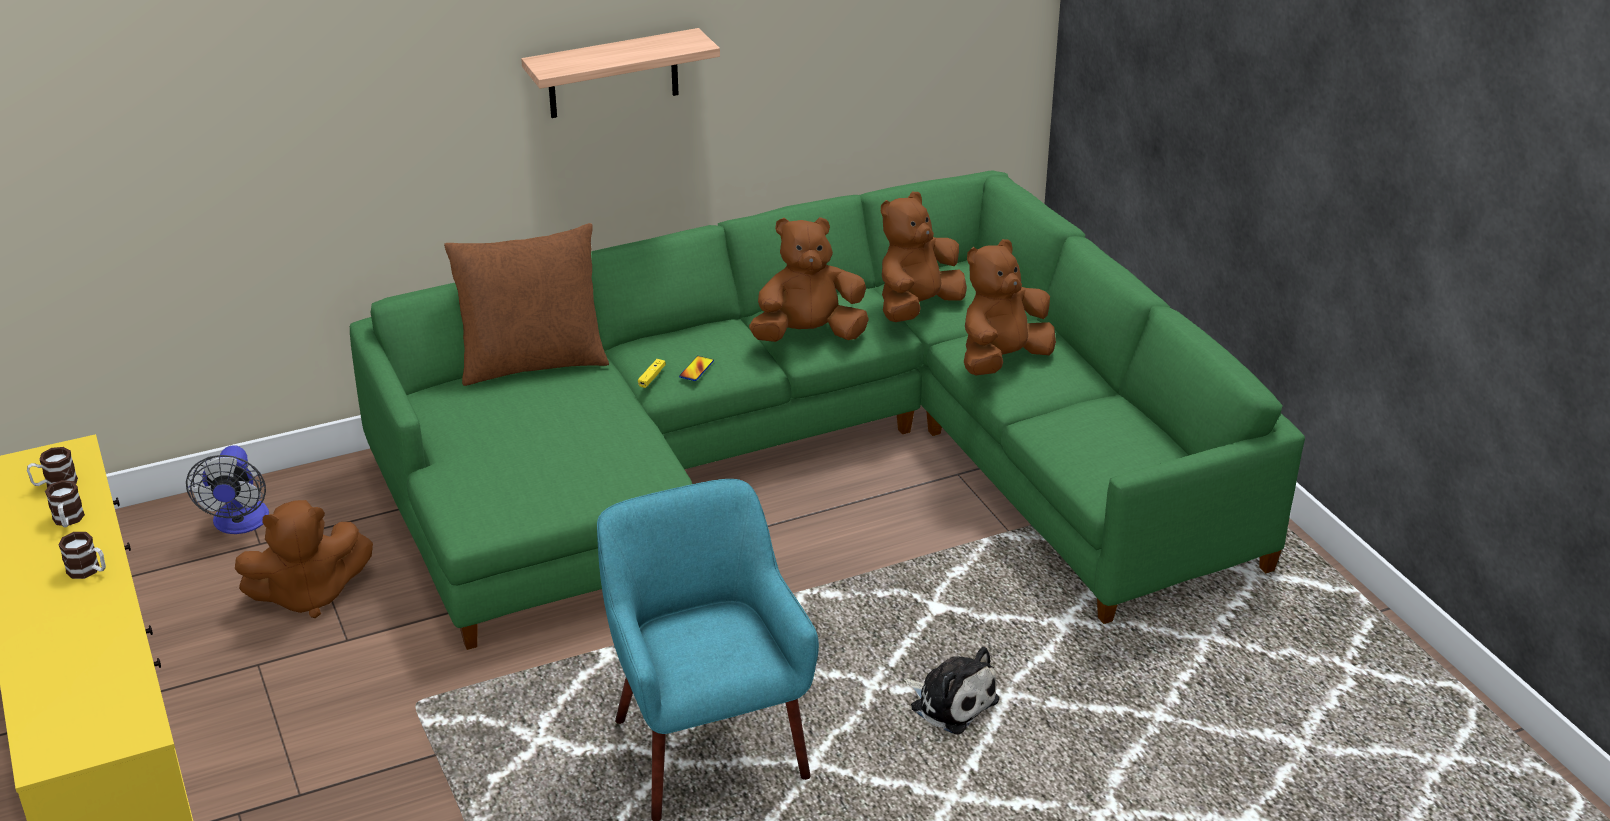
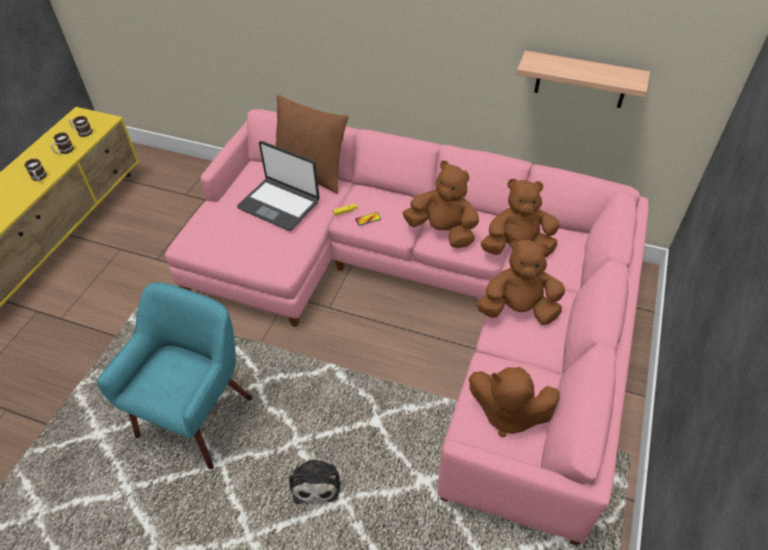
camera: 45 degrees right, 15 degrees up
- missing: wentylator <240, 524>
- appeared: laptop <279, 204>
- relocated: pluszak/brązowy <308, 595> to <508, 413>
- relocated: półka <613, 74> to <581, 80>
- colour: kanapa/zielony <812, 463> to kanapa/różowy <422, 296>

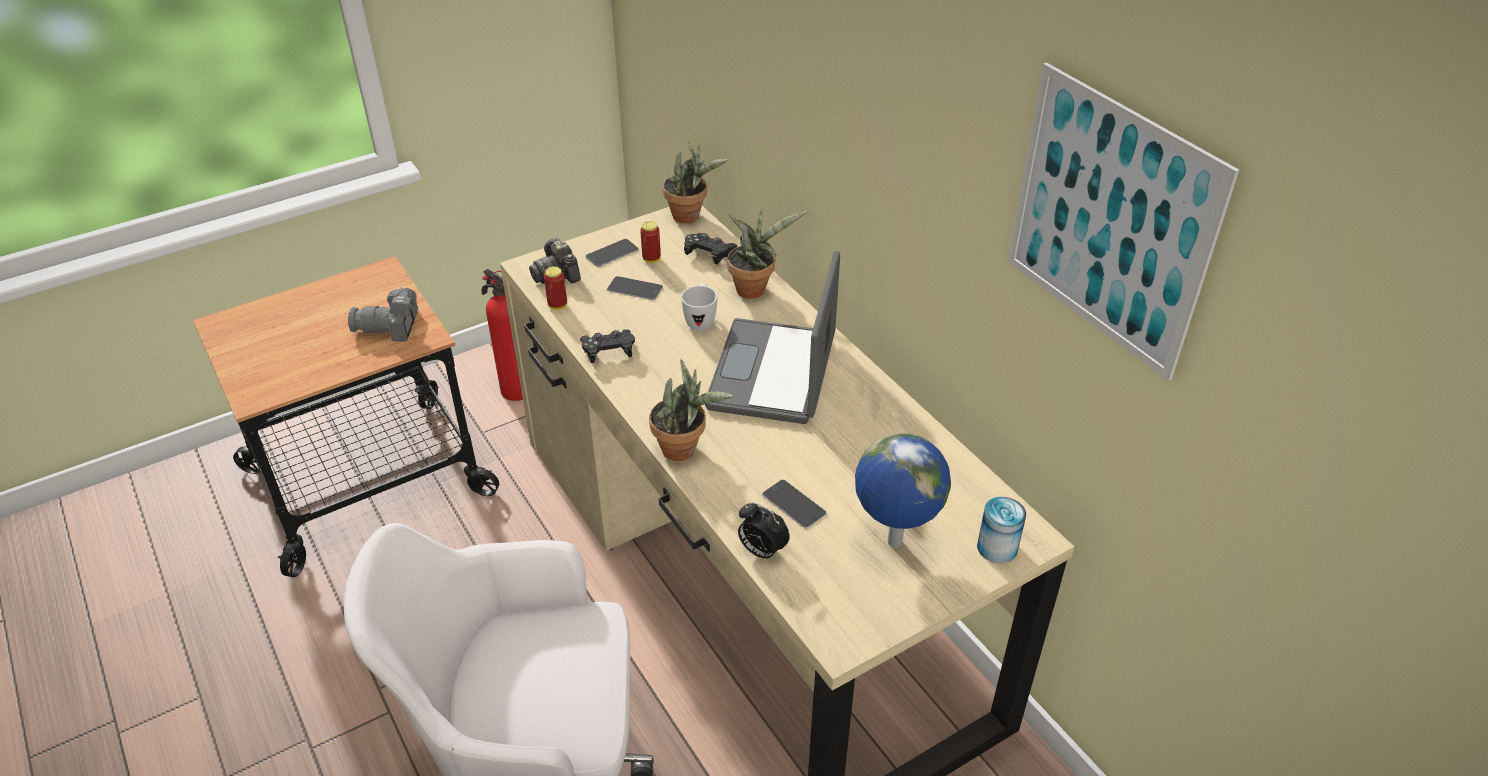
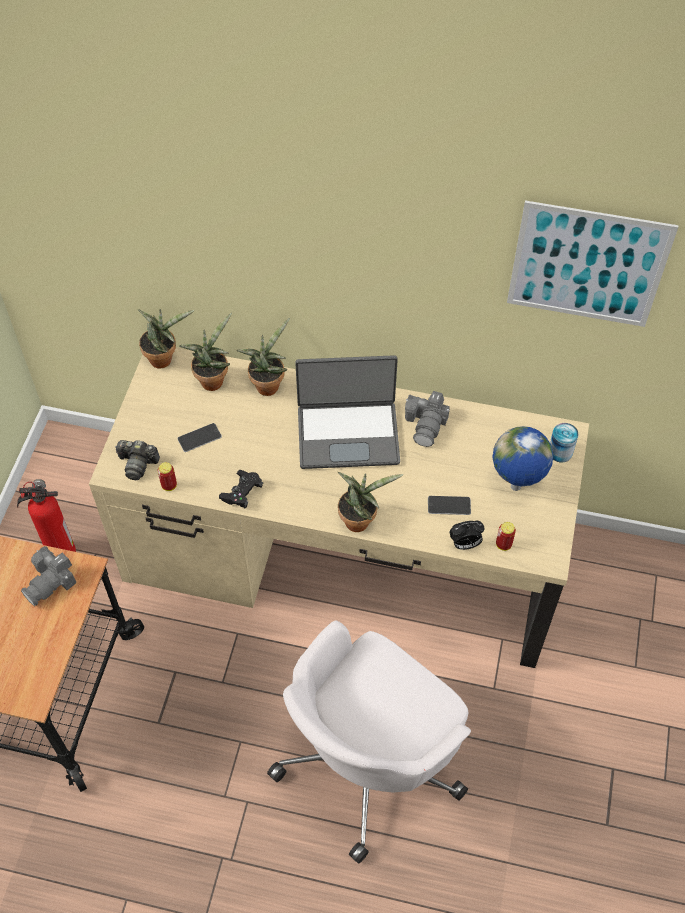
camera: 45 degrees left, 15 degrees up
- missing: telefon <612, 253>
- missing: kubek/biały <701, 320>
- appeared: aparat fotograficzny <426, 424>
- relocated: puszka <651, 259> to <503, 544>
- exchanged: pad do gier/czarny <709, 255> to roślina doniczkowa <212, 379>
- spun: laptop <775, 373> = <348, 434> 60 degrees counterclockwise

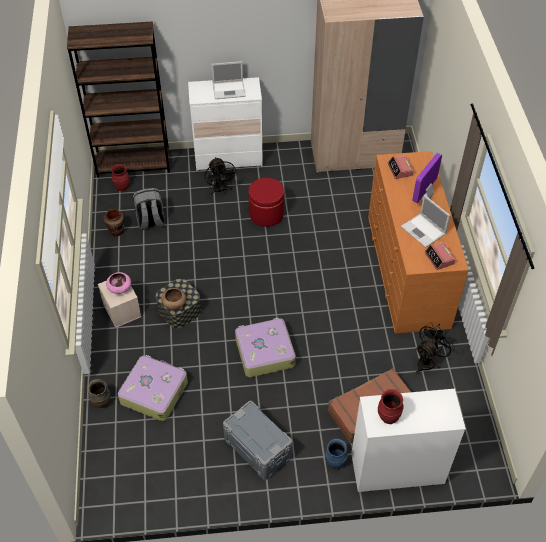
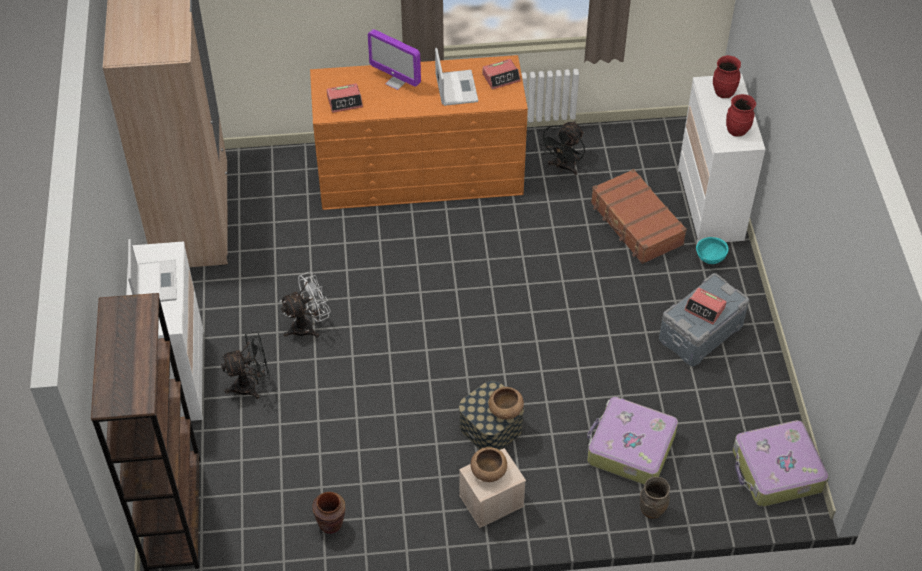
camera: 90 degrees left, 0 degrees up
- missing: plecak/szary <151, 222>
- appeared: budzik <705, 309>
- relocated: wazon/czerwony <122, 187> to <723, 93>
- relocated: walizka <264, 352> to <776, 471>
- exchanged: pufa/czerwony <266, 214> to wentylator/biały <308, 326>
- exchanged: wazon/niebieski <335, 462> to miska/turkusowy <710, 259>
- colour: miska/różowy <120, 288> to miska/brązowy <489, 471>
- spun: laptop <423, 231> = <456, 87> 60 degrees counterclockwise
- spun: wentylator/czarny <428, 361> = <563, 167> 105 degrees counterclockwise

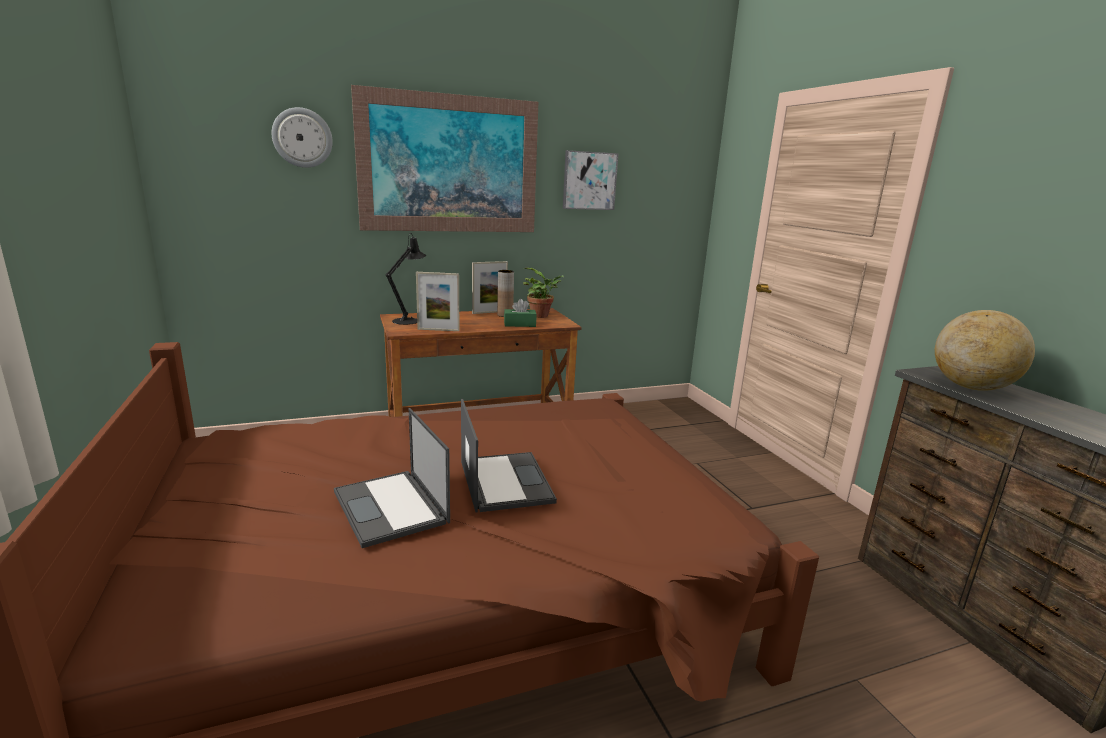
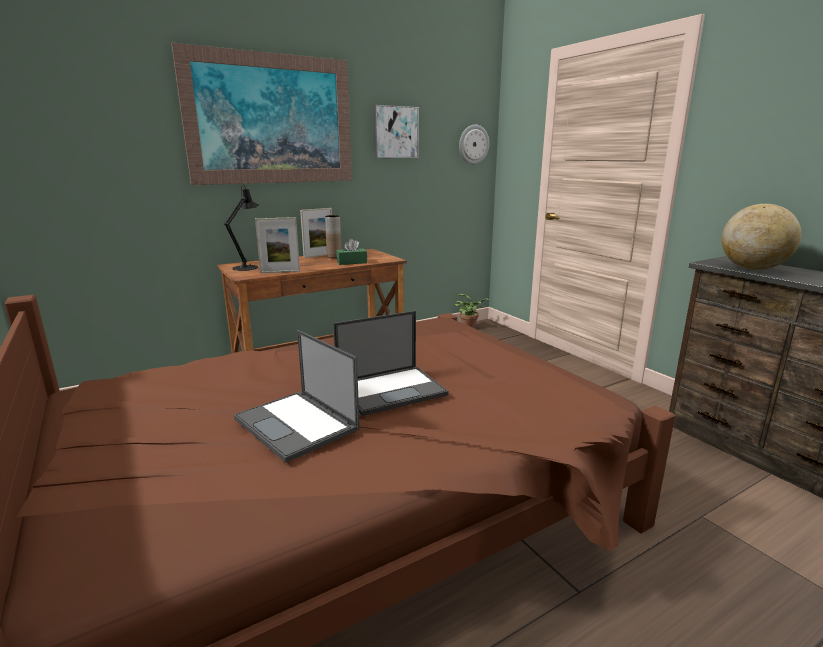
camera: 10 degrees left, 0 degrees up
- relocated: zegar ścienny <302, 138> to <473, 144>
- relocated: roślina doniczkowa <542, 316> to <470, 327>
- spun: laptop <504, 481> = <392, 389> 90 degrees clockwise

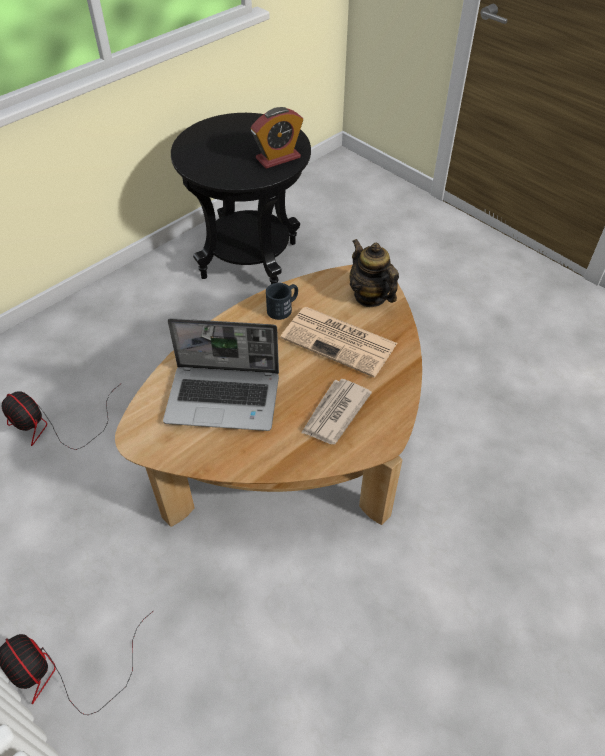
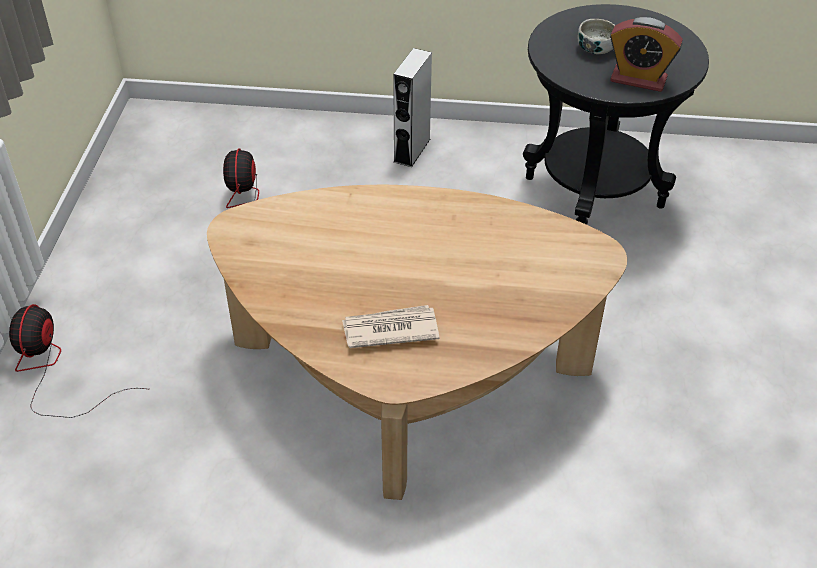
camera: 50 degrees right, 5 degrees down
- missing: laptop <225, 398>
- missing: kubek/czarny <283, 308>
- missing: gazeta <340, 341>
- missing: imbryk <370, 296>
- appeared: głośnik/szary <412, 150>
- appeared: miska <595, 49>

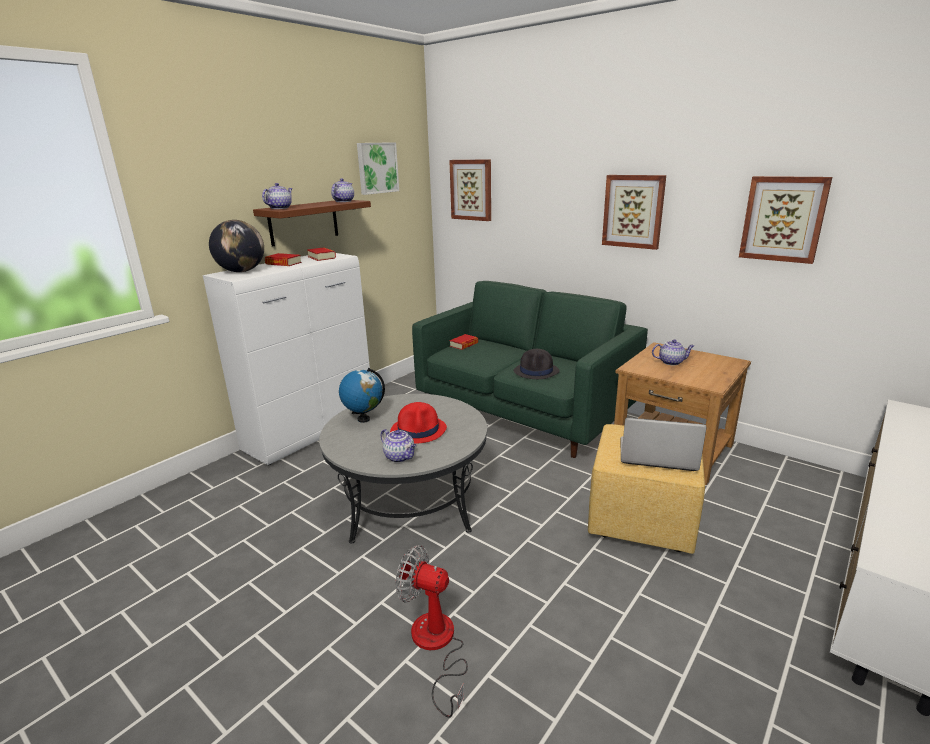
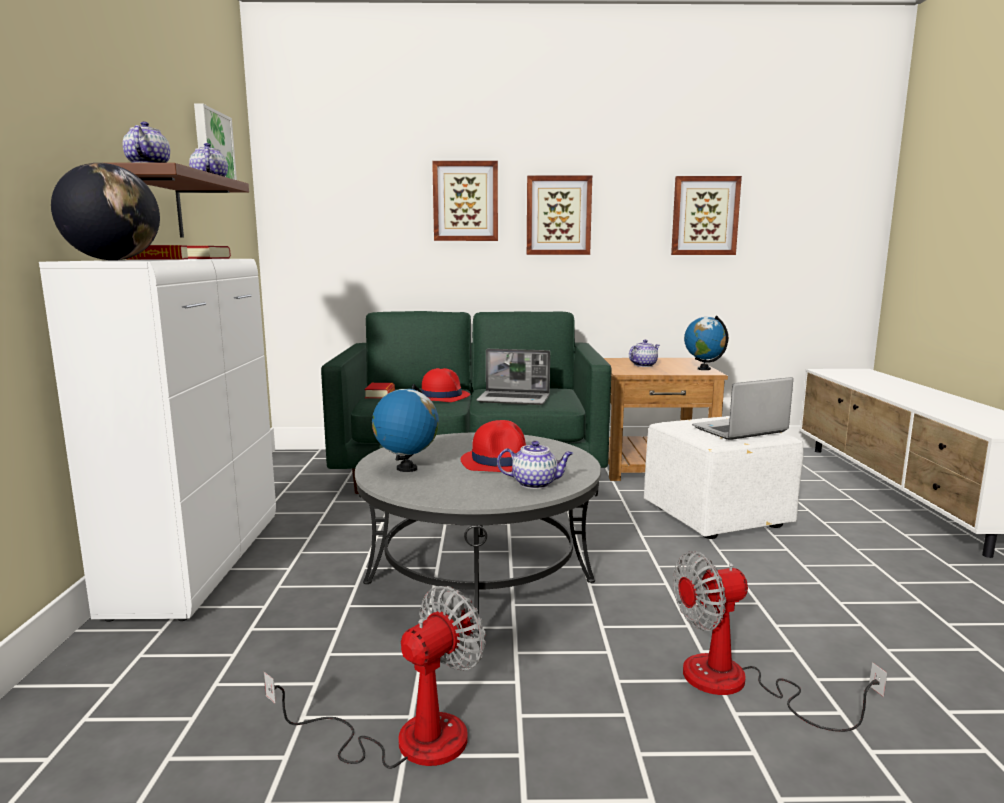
camera: 40 degrees left, 10 degrees down
- appeared: wentylator <406, 739>
- appeared: kapelusz/czerwony <441, 396>
- appeared: globus <704, 369>
- relocated: obraz <471, 190> to <465, 201>
- exchanged: kapelusz/czarny <536, 371> to laptop <514, 399>
- colour: pufa/żółty <640, 521> to pufa/biały <716, 518>

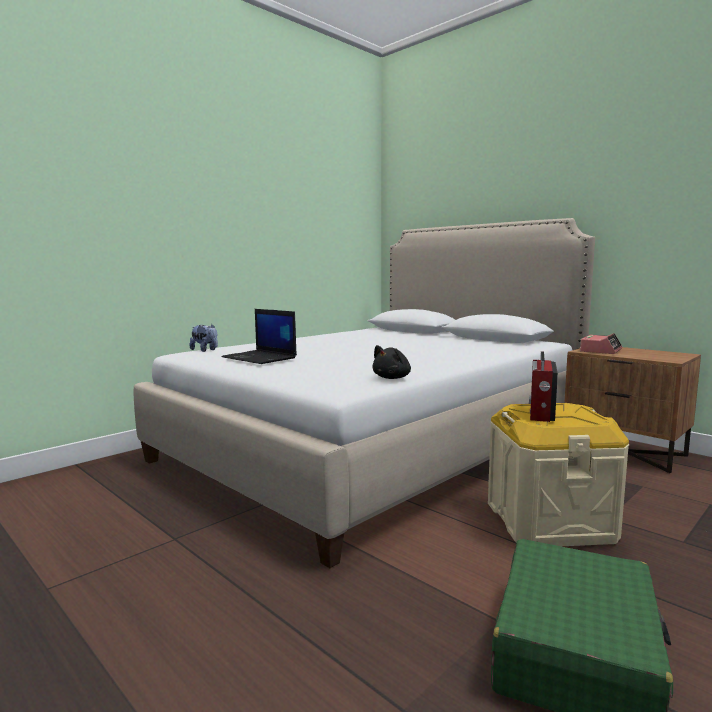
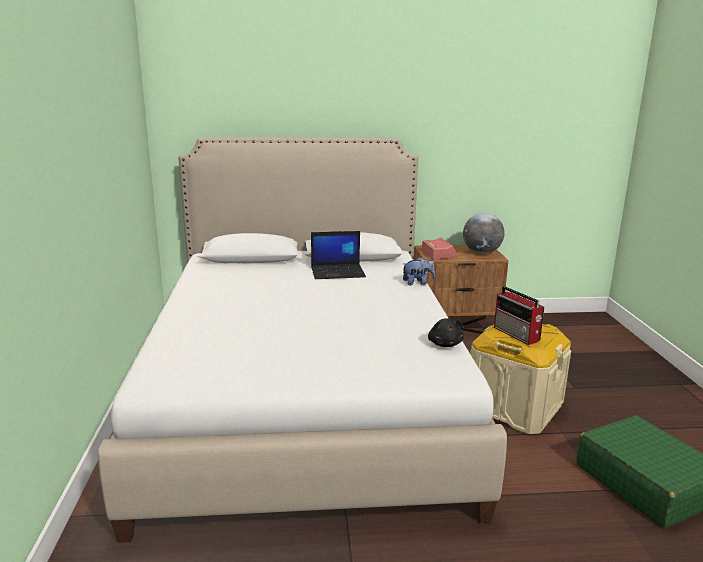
camera: 50 degrees left, 10 degrees up
- appeared: globus <481, 252>
- relocated: pluszak <205, 350> to <417, 283>
- relocated: laptop <260, 358> to <338, 272>

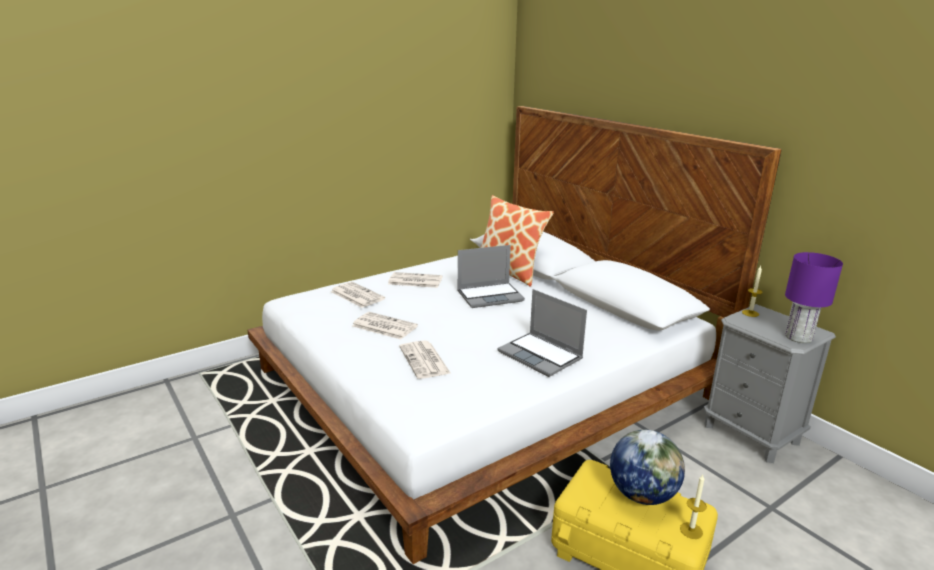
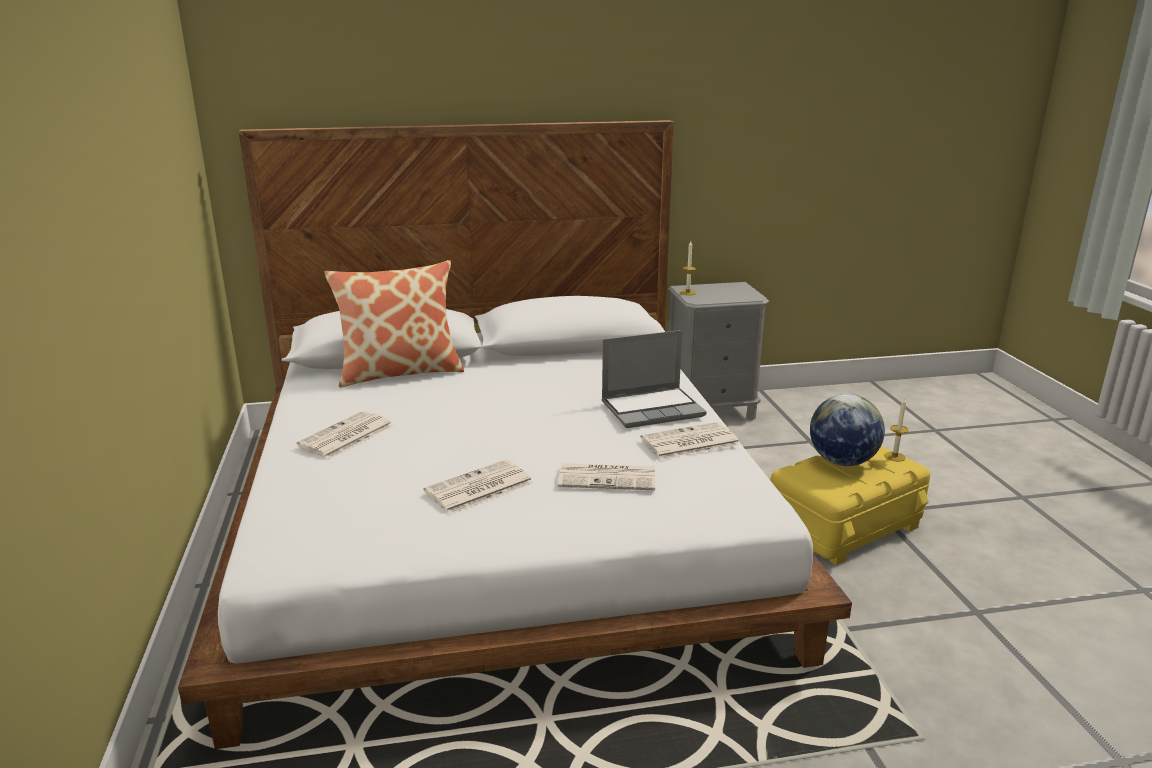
camera: 65 degrees left, 0 degrees up
- missing: laptop <490, 296>
- missing: lampa stołowa/fioletowy <798, 337>
- relocated: gazeta <356, 295> to <689, 442>

